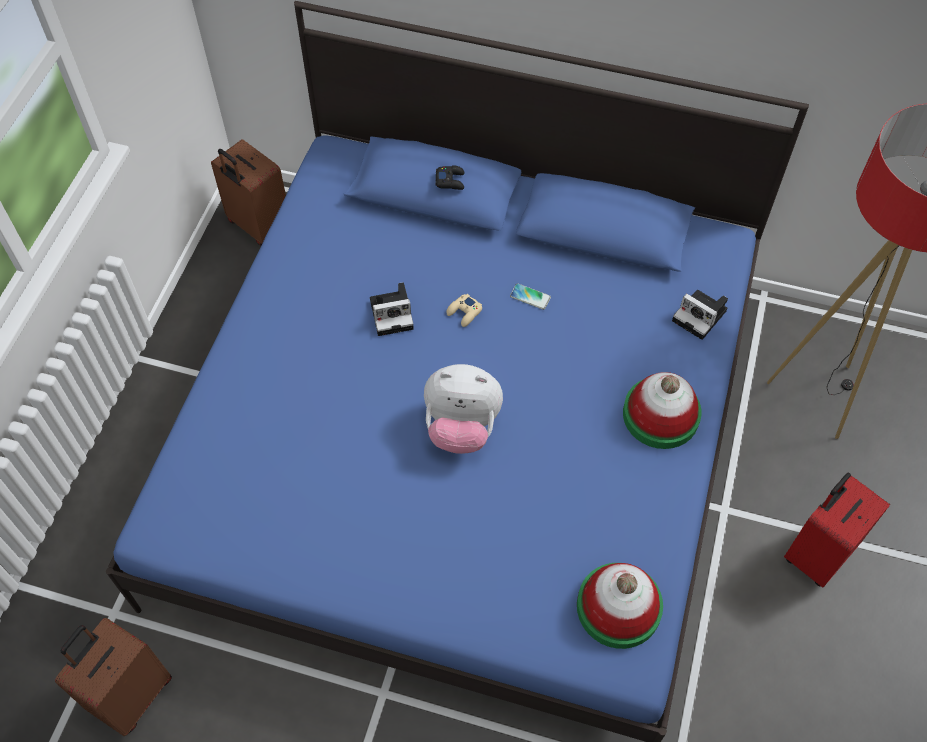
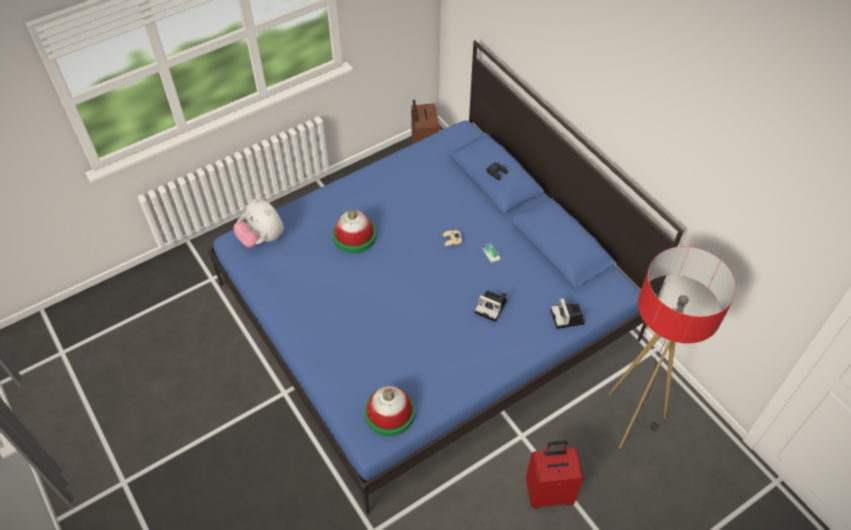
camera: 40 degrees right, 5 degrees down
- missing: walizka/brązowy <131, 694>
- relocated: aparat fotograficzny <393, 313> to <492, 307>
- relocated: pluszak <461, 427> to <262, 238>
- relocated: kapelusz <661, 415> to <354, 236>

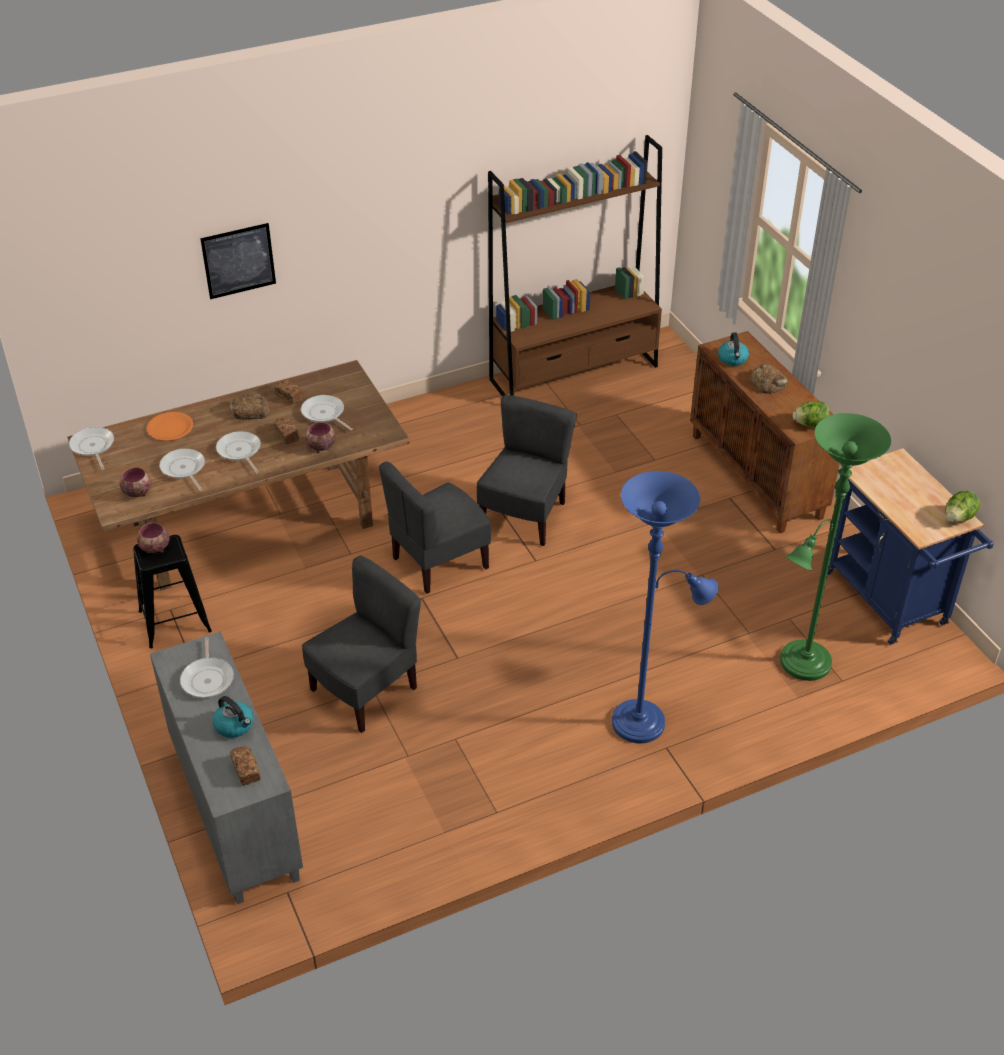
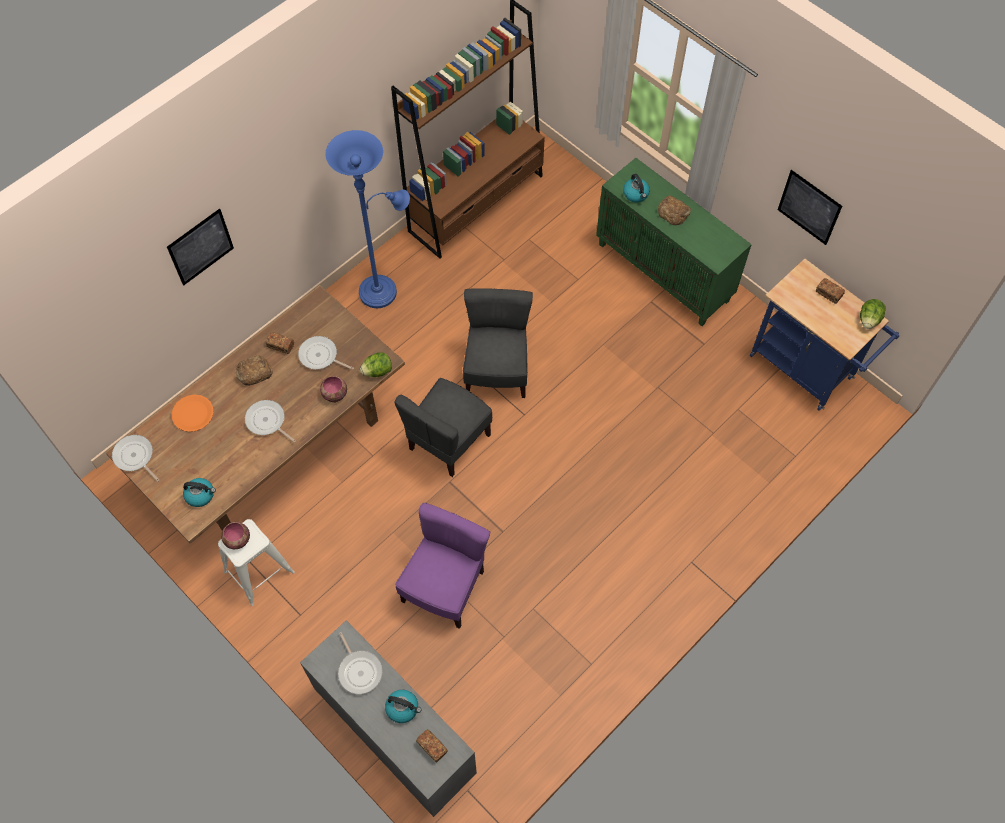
camera: 20 degrees left, 20 degrees up
- missing: patelnia <184, 469>
- missing: lampa stojąca/zielony <801, 665>
- appeared: obraz <809, 207>
- relocated: chleb <286, 435> to <828, 294>
- relocated: lampa stojąca/niebieski <645, 721> to <382, 290>
- relocated: sałata <810, 424> to <377, 371>
- exchanged: miska <137, 492> to czajnik <200, 495>
- colour: stołek/czarny <175, 621> to stołek/biały <259, 572>
- colour: krzesło/szary <365, 690> to krzesło/fioletowy <444, 587>
- colour: szafka/brązowy <757, 476> to szafka/zielony <664, 272>

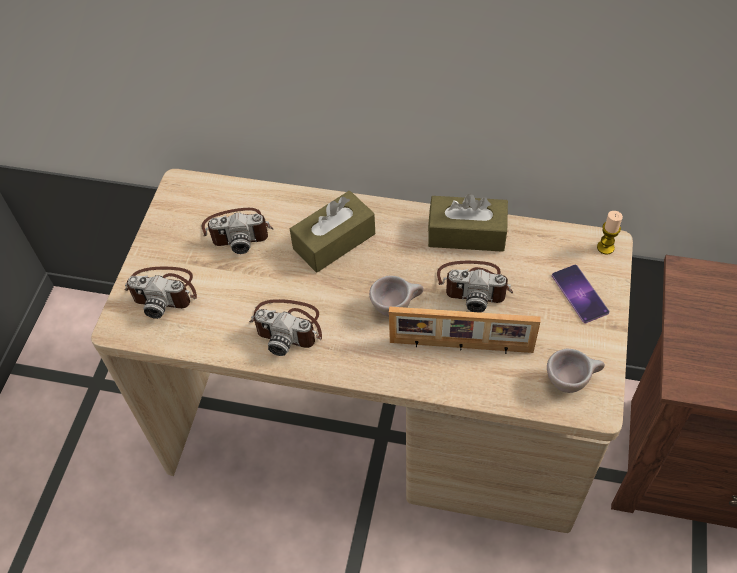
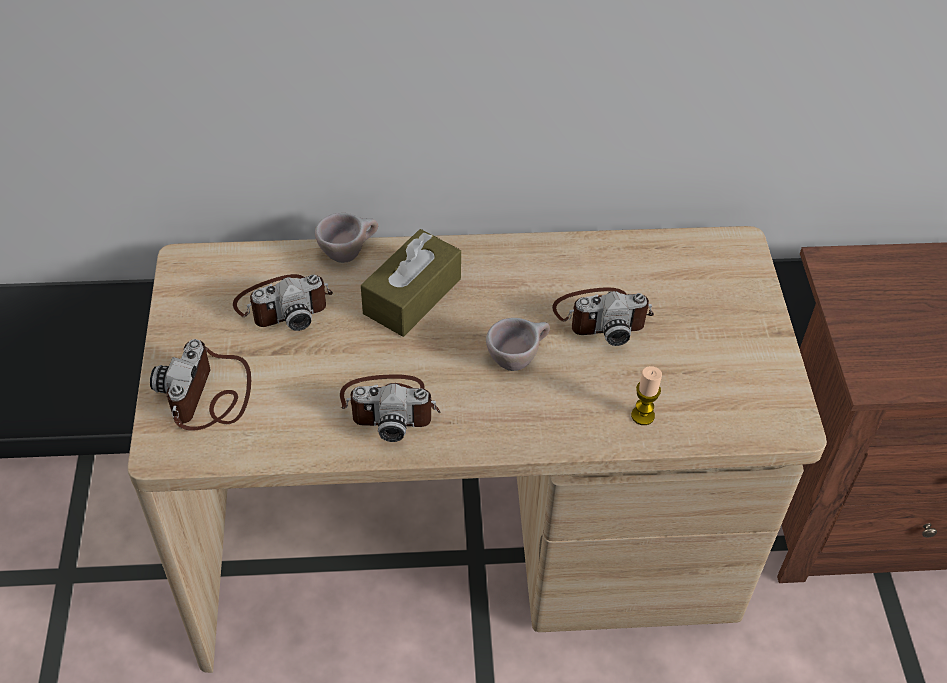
camera: 20 degrees left, 5 degrees down
- missing: ramka na zdjęcie <461, 347>
- missing: pudełko chusteczek/brązowy <466, 233>
- missing: telefon <579, 294>
- relocated: filiżanka/beżowy <571, 381> to <349, 253>
- relocated: świeca <605, 247> to <642, 415>
- spun: aparat fotograficzny <164, 291> = <209, 395> 105 degrees clockwise

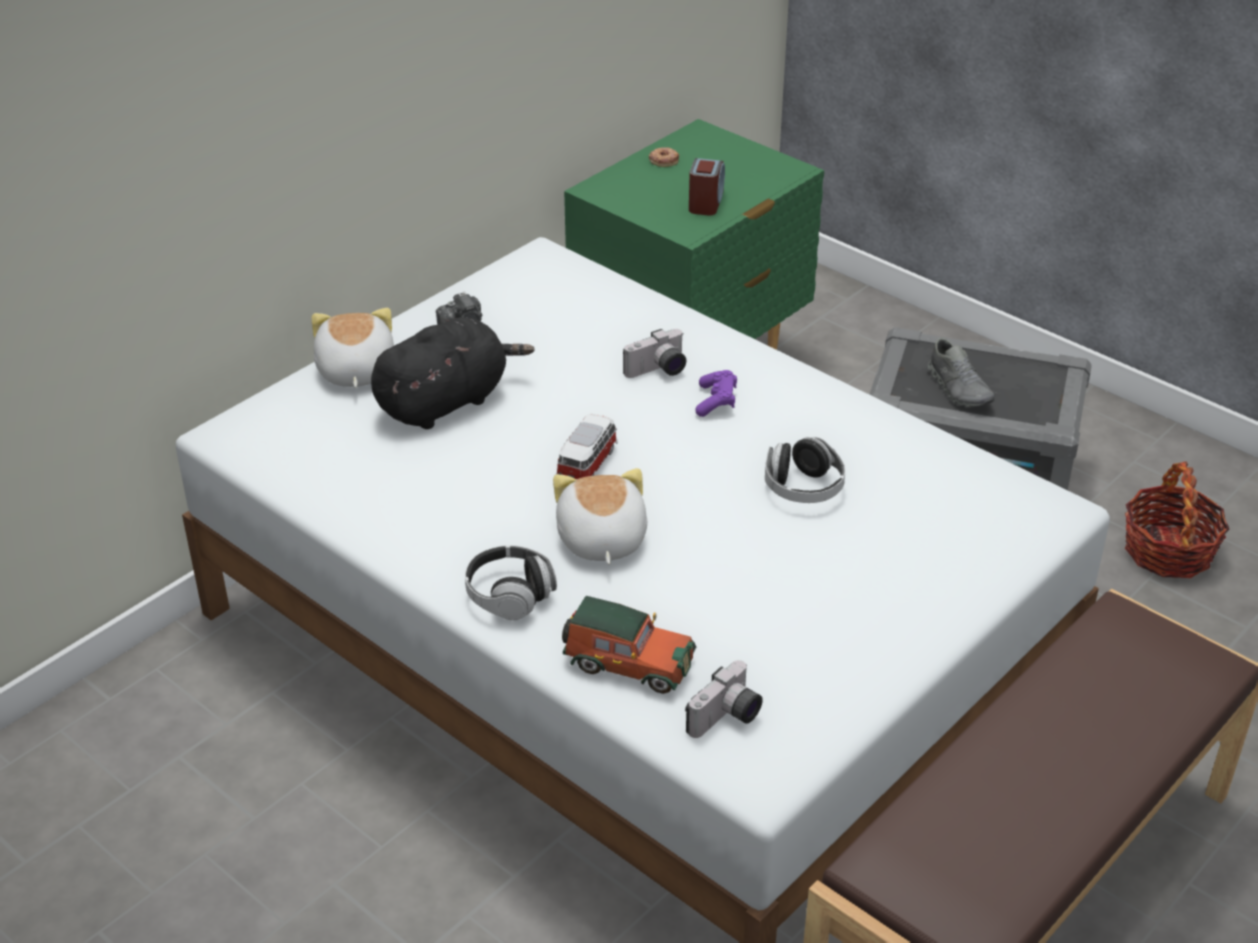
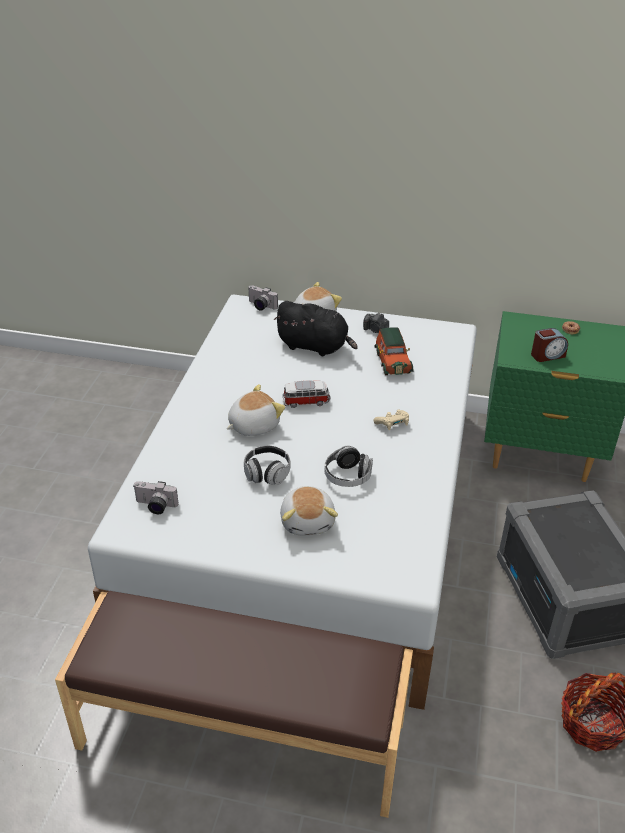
camera: 60 degrees right, 0 degrees up
- missing: but/szary <959, 389>
- appeared: pluszak <308, 521>
- relocated: słuchawki <510, 595> to <267, 473>
- relocated: samochodzik <626, 662> to <392, 361>
- relocated: aparat fotograficzny <658, 371> to <260, 306>
- colour: pad do gier/fioletowy <716, 401> to pad do gier/beżowy <392, 424>

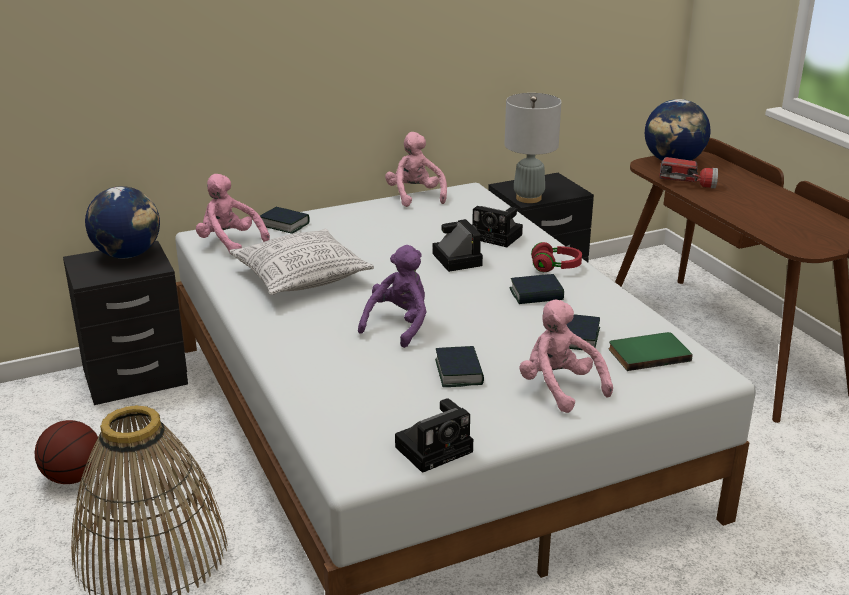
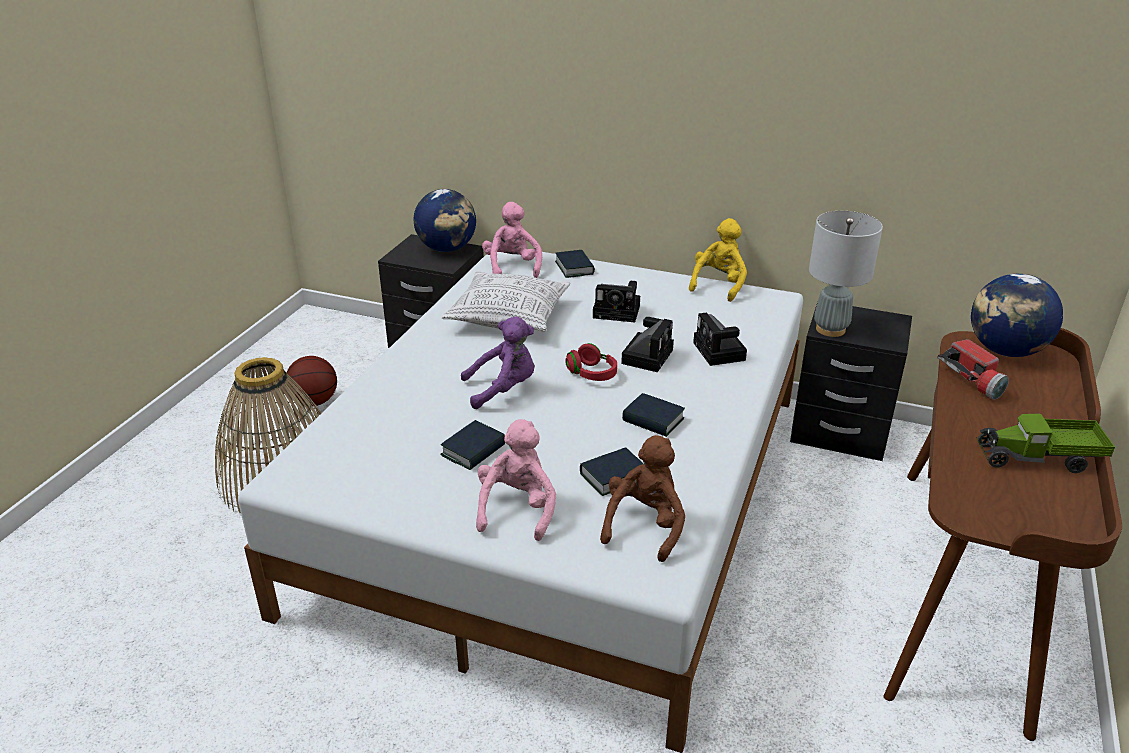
camera: 45 degrees right, 5 degrees up
- appeared: ciężarówka zabawkowa <1039, 458>
- relocated: aparat fotograficzny <436, 448> to <618, 311>
- relocated: słuchawki/czerwony <556, 267> to <592, 374>
- exchanged: książka/zielony <647, 353> to pluszak/brązowy <645, 525>
- colour: pluszak/różowy <415, 196> to pluszak/żółty <718, 285>

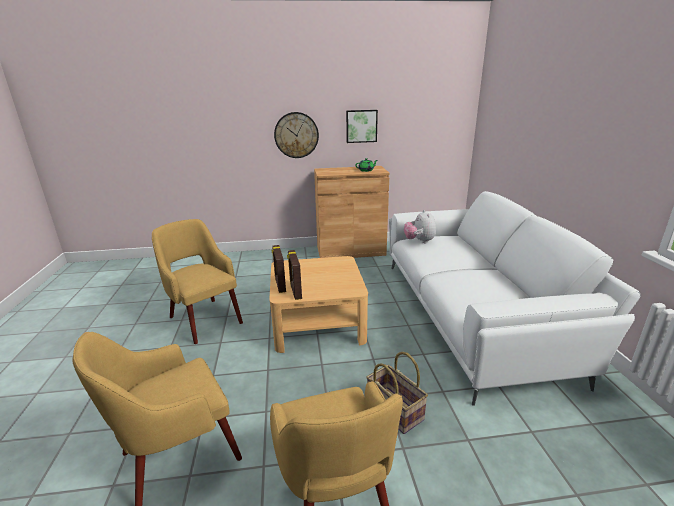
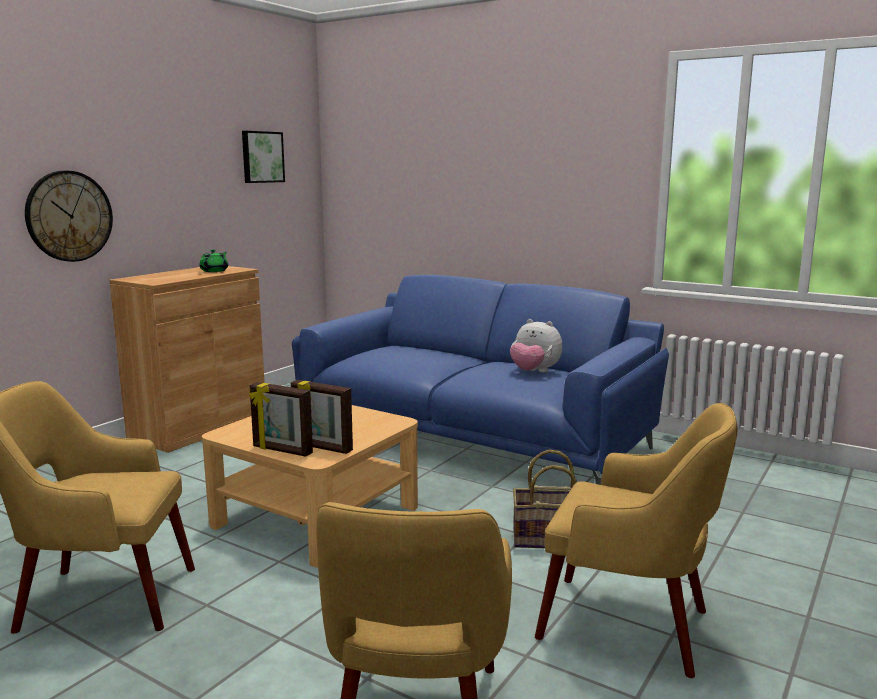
camera: 50 degrees left, 10 degrees down
- relocated: obraz <361, 126> to <261, 157>
- relocated: pluszak <419, 241> to <534, 372>
- colour: kanapa/biały <472, 314> to kanapa/niebieski <475, 435>

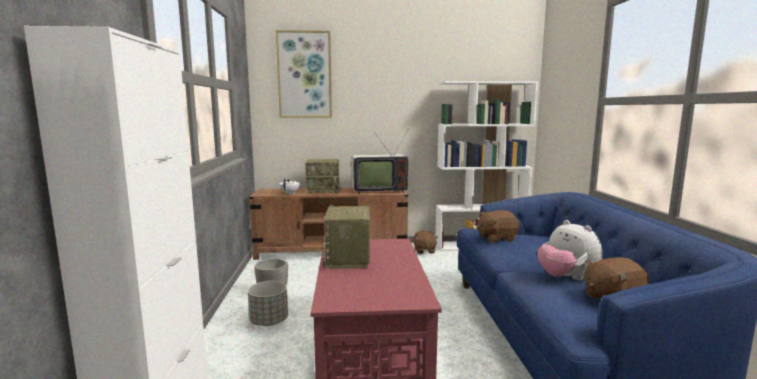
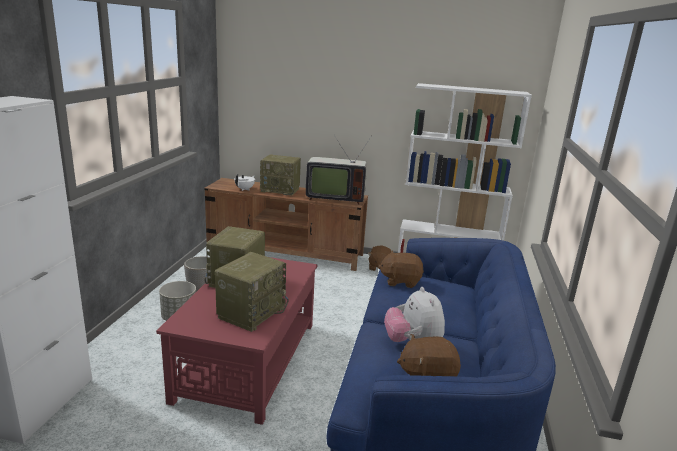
camera: 15 degrees right, 10 degrees up
- missing: obraz <304, 75>
- appeared: radio <251, 312>

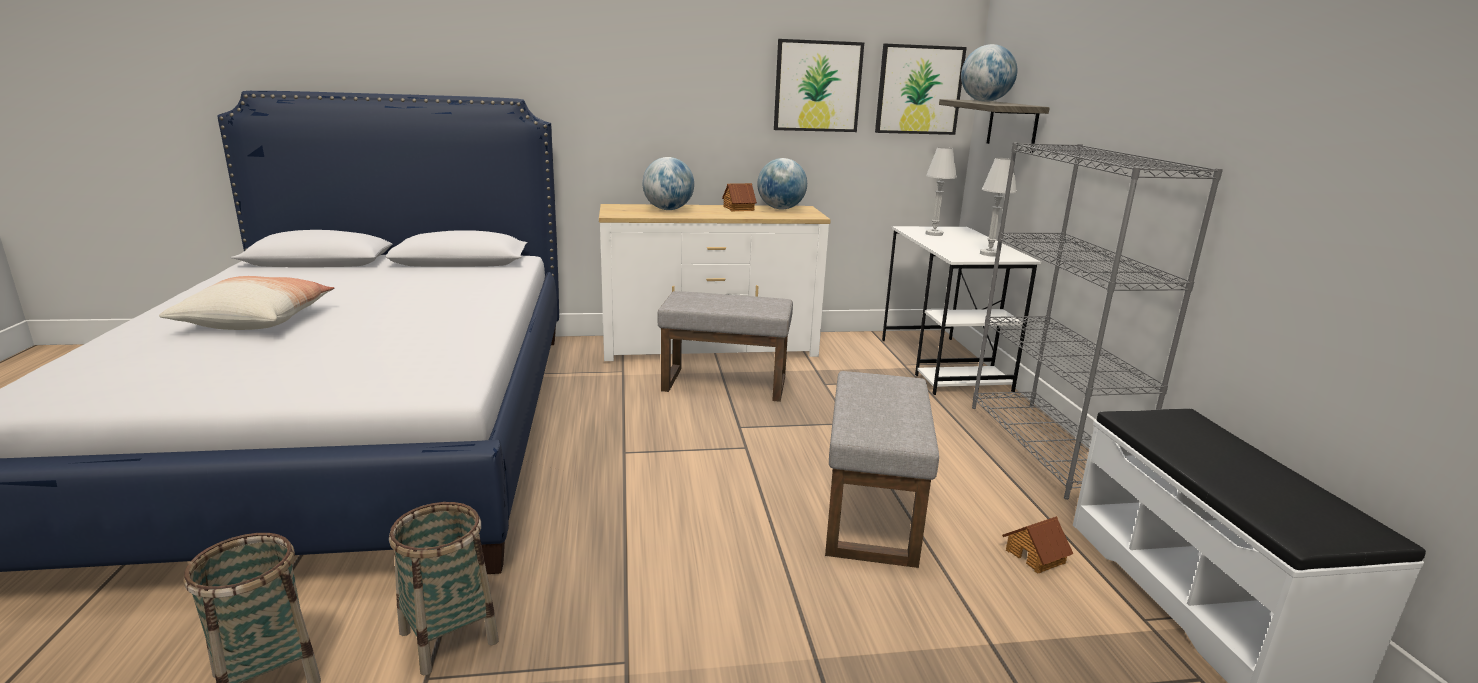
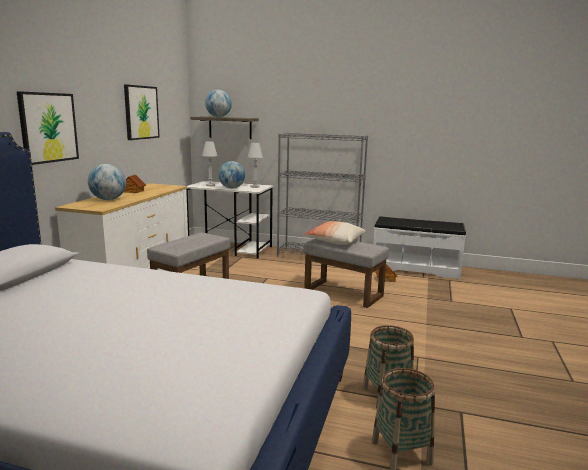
camera: 65 degrees left, 5 degrees down
- relocated: poduszka <257, 321> to <335, 241>
- relocated: globus <780, 209> to <231, 188>
- relocated: obraz <919, 90> to <48, 127>

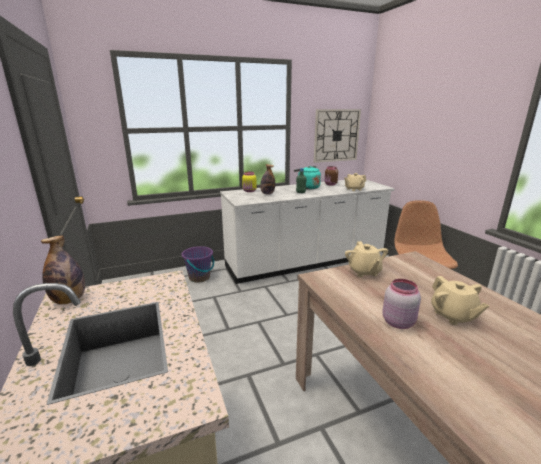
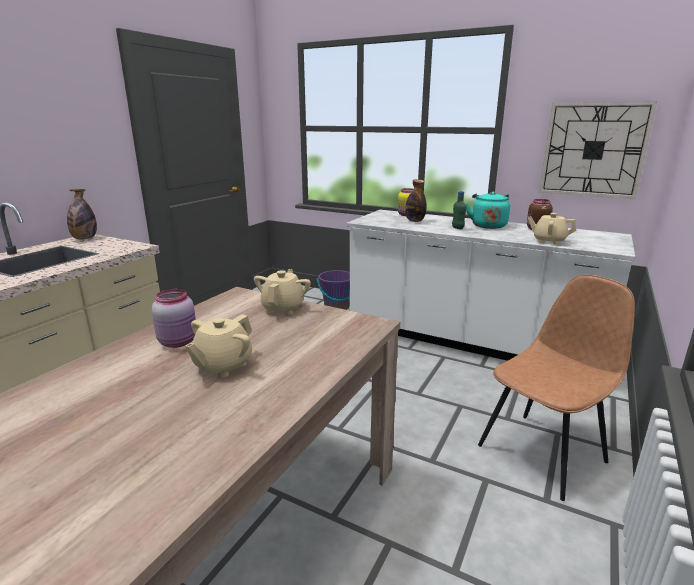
camera: 50 degrees right, 0 degrees up
- spun: imbryk/beżowy <364, 272> = <283, 308> 150 degrees clockwise

